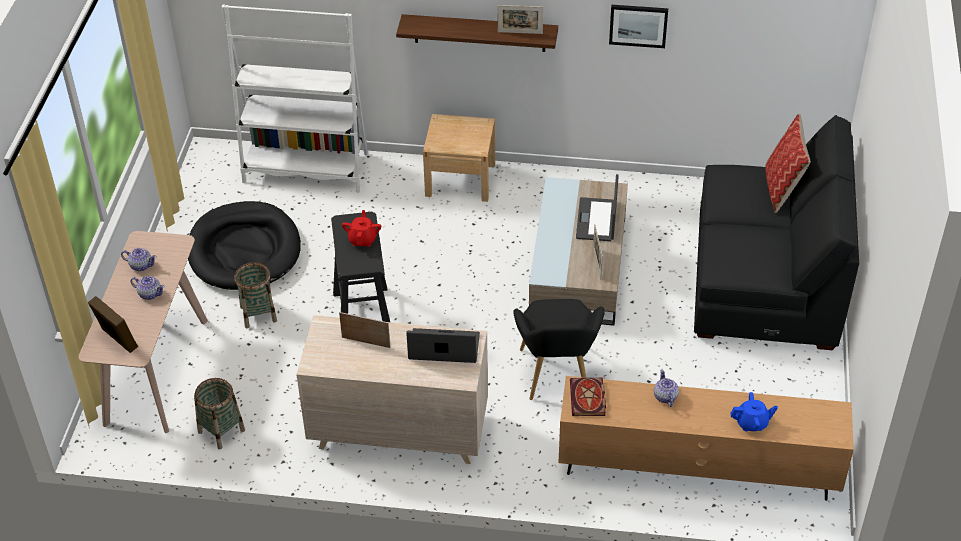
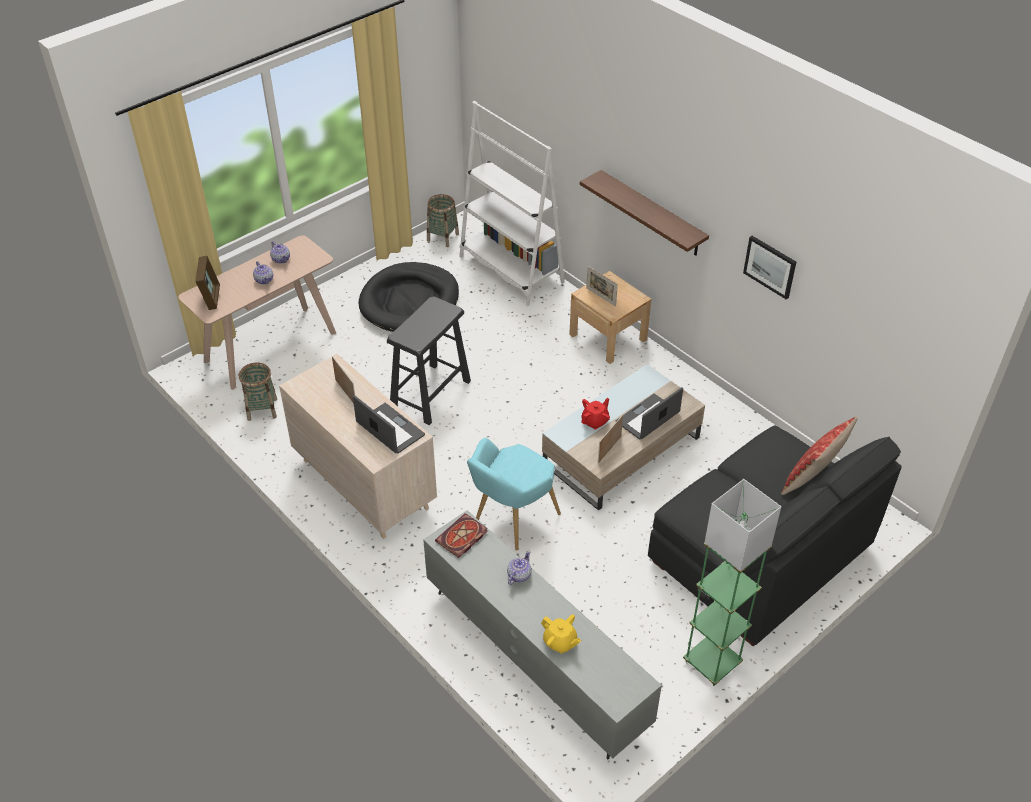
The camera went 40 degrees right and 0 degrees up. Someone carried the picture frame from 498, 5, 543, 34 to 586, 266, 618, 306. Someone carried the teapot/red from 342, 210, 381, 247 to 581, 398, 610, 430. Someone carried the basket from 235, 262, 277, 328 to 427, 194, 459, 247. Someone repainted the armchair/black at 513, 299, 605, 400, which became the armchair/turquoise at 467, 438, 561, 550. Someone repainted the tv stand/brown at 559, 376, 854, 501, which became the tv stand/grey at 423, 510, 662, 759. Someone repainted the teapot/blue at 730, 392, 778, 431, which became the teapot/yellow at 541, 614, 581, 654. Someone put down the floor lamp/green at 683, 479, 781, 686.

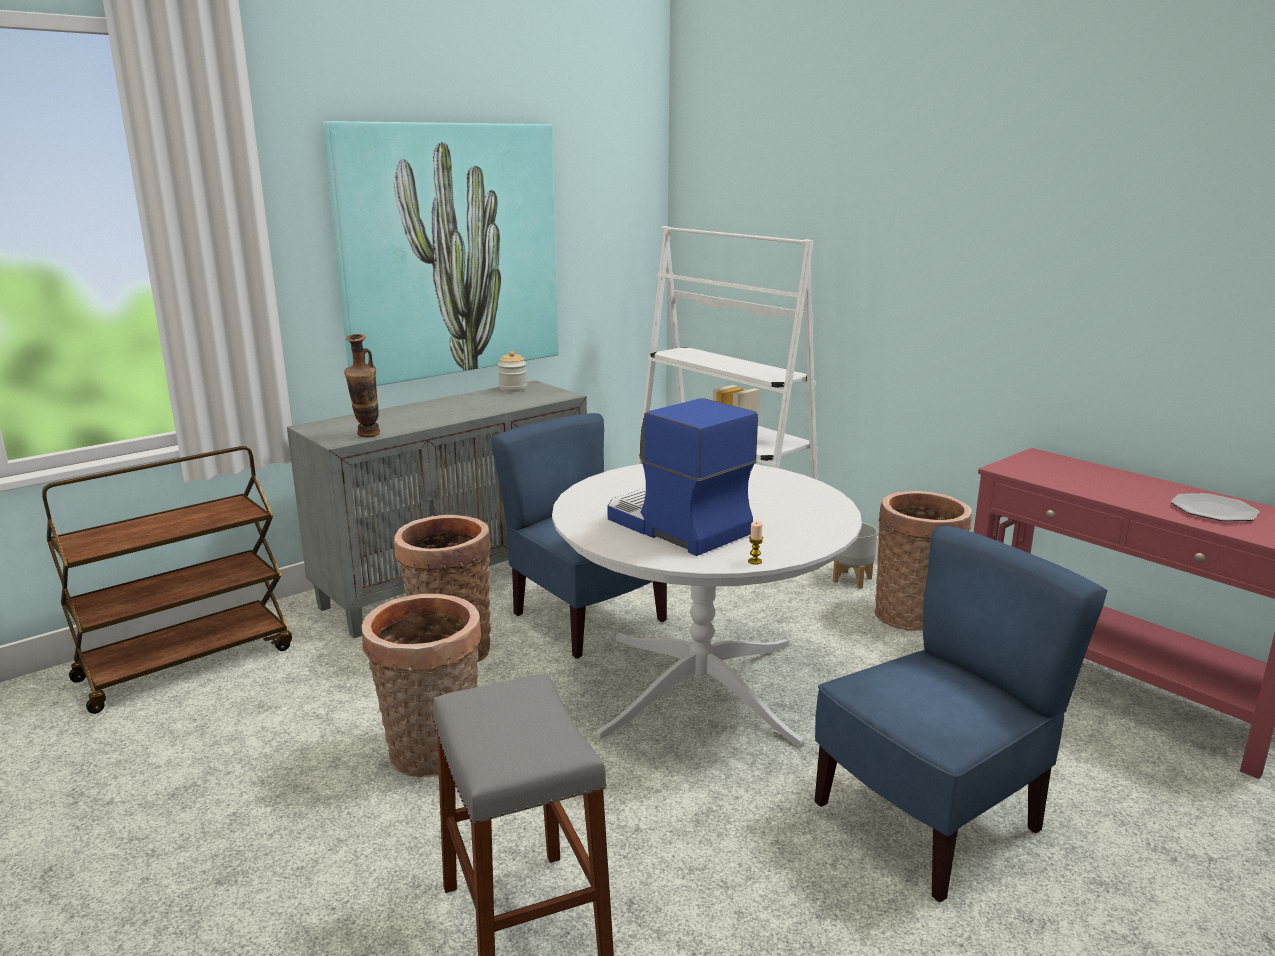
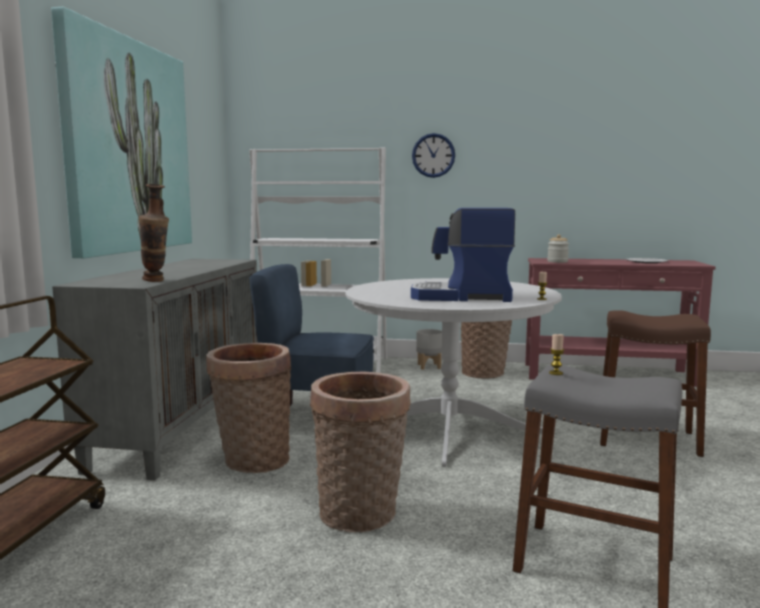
The camera went 40 degrees left and 10 degrees down. Someone carried the jar from 498, 351, 527, 392 to 547, 234, 569, 263. Someone swapped the chair/blue at 815, 525, 1107, 902 for the stool/brown at 600, 310, 711, 457. Someone put up the wall clock at 412, 133, 455, 178. Someone put down the candle at 549, 334, 564, 375.

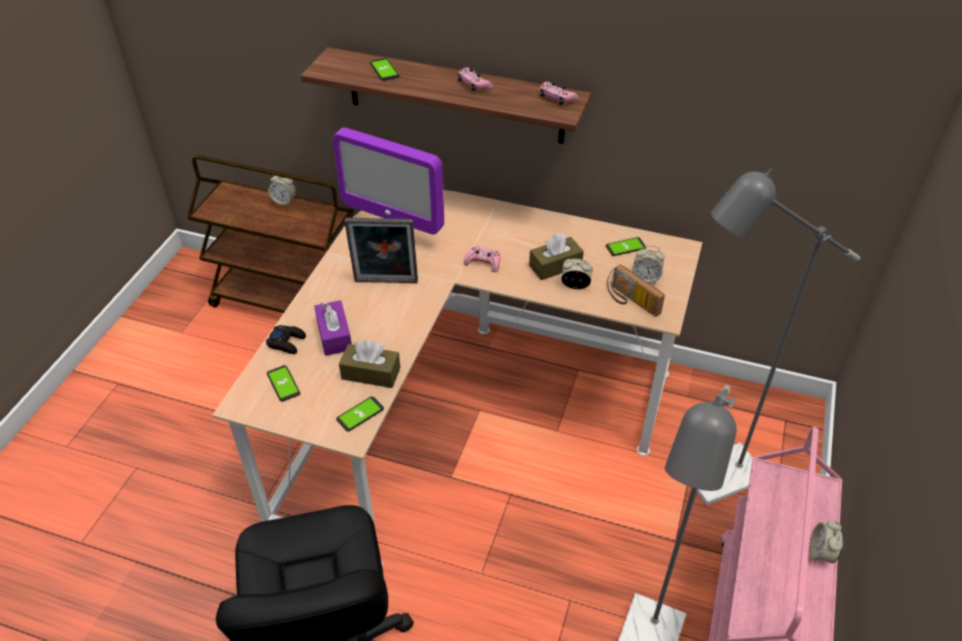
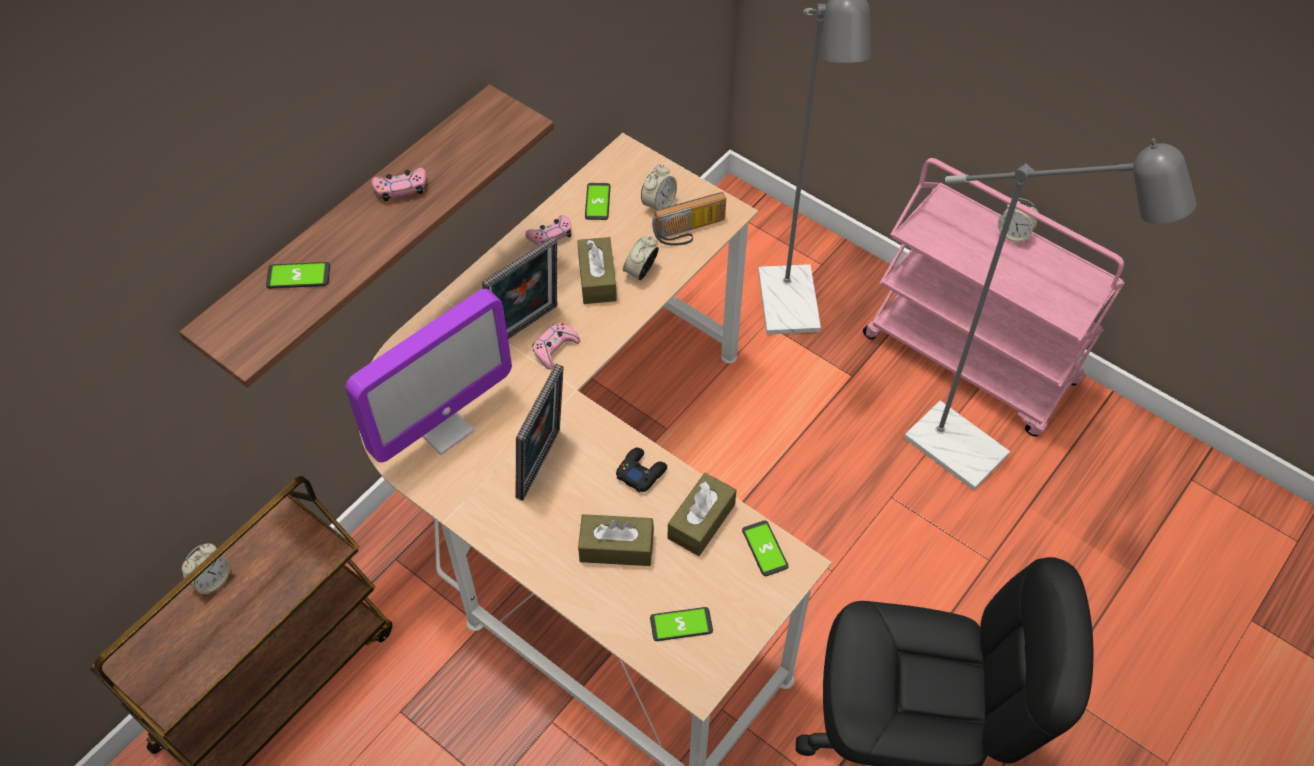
The camera went 70 degrees left and 10 degrees up. Someone carried the game controller/pink from 540, 82, 579, 105 to 525, 215, 572, 246. Someone repainted the tissue box/purple at 314, 300, 352, 356, which became the tissue box/brown at 578, 514, 654, 566. Someone carried the game controller/black from 266, 325, 306, 354 to 616, 448, 667, 492. Someone put down the picture frame at 482, 236, 557, 339.

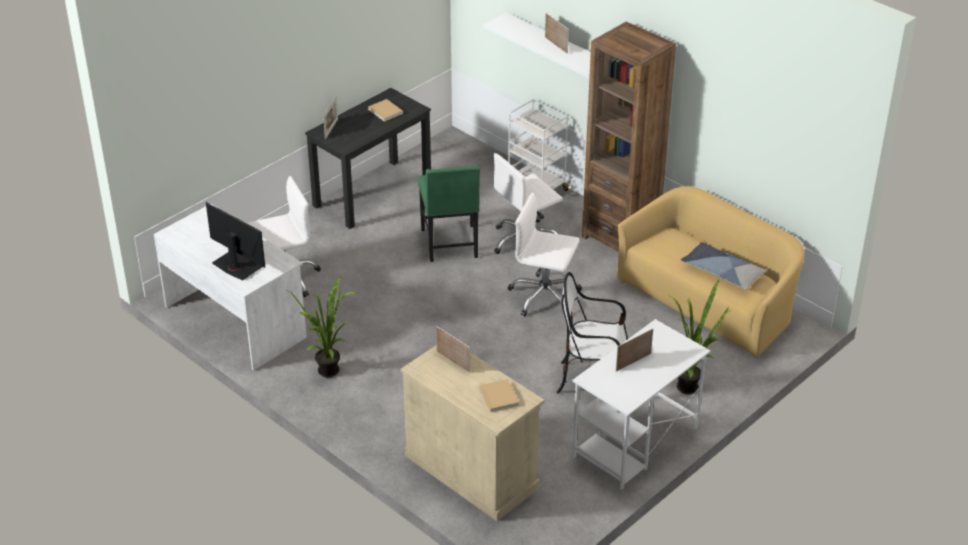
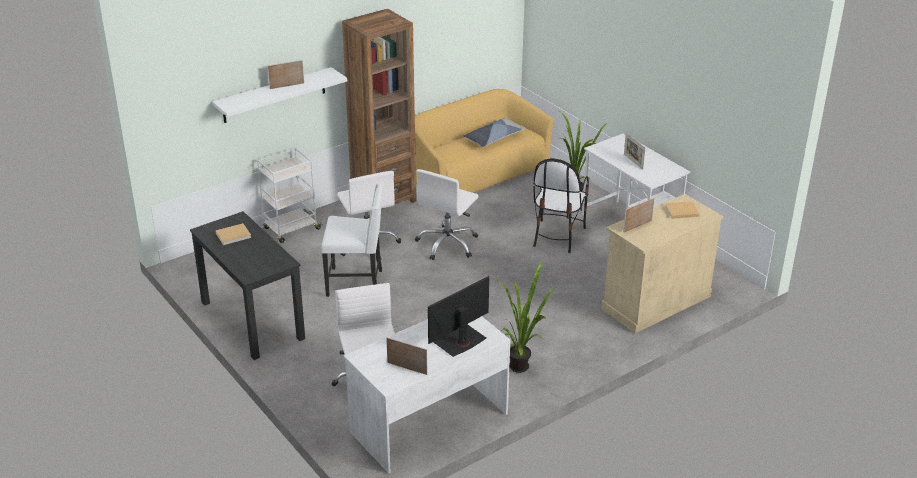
The camera went 80 degrees left and 5 degrees down. Someone carried the picture frame from 323, 96, 338, 139 to 386, 337, 428, 375. Someone repainted the chair/green at 418, 165, 480, 262, which became the chair/white at 321, 182, 383, 297.

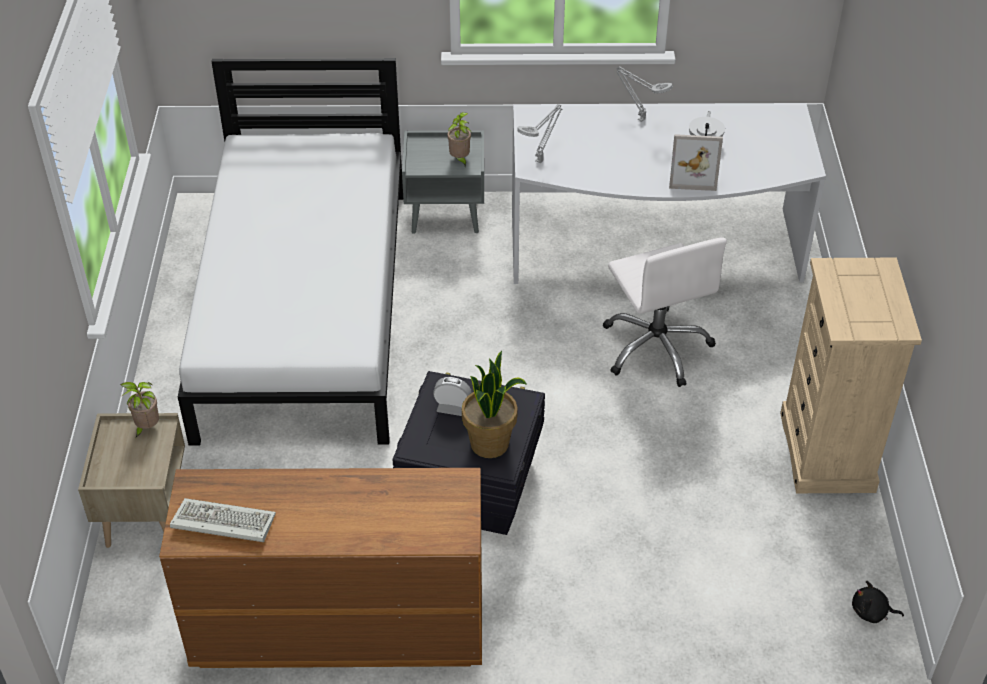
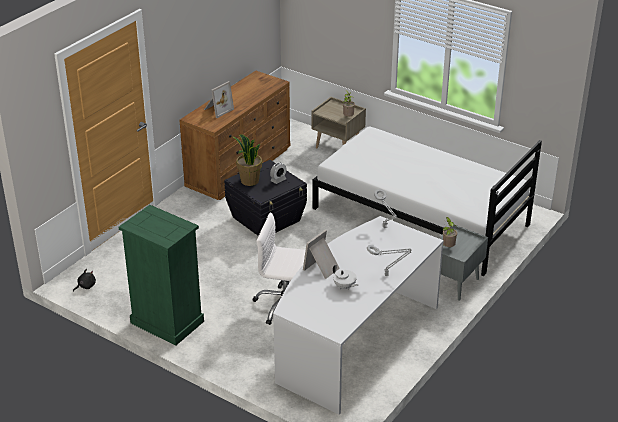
The camera went 125 degrees right and 10 degrees down. Someone repainted the dresser/beige at 780, 258, 922, 493, which became the dresser/green at 119, 205, 204, 346. Someone took away the keyboard at 170, 498, 276, 542. Someone put down the picture frame at 204, 81, 234, 118.

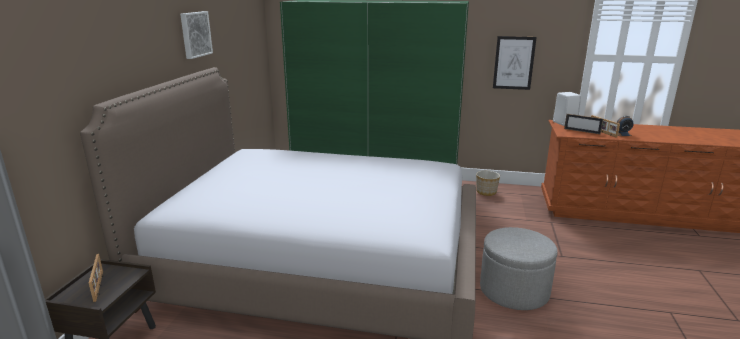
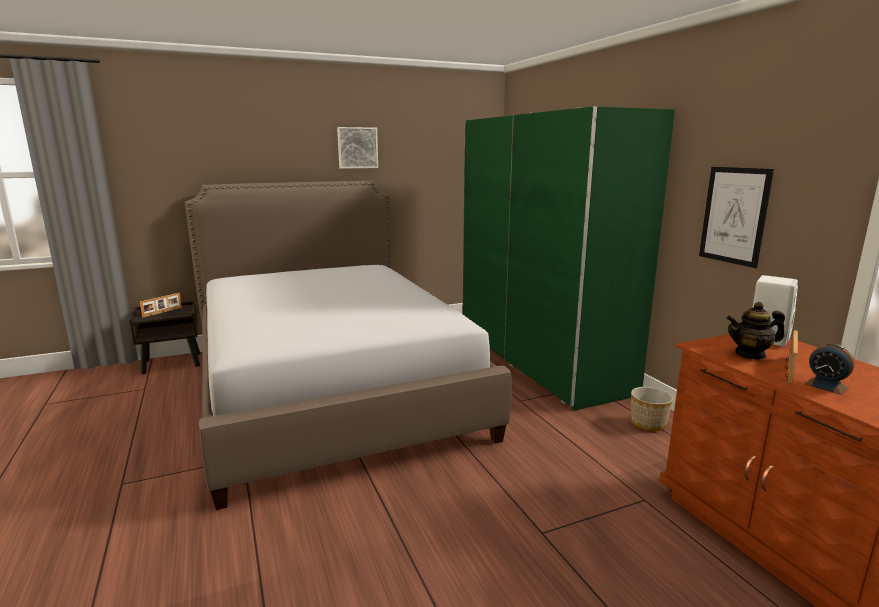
The camera went 55 degrees right and 5 degrees down. Someone swapped the picture frame at 564, 114, 603, 134 for the teapot at 726, 302, 785, 360. Someone took away the ottoman/grey at 480, 227, 558, 310.

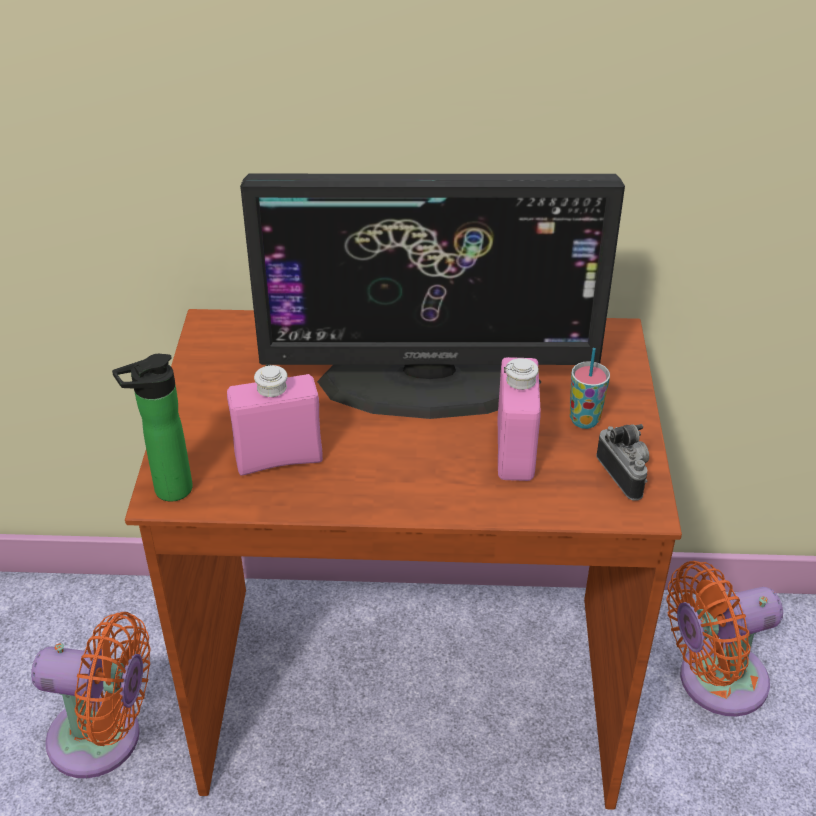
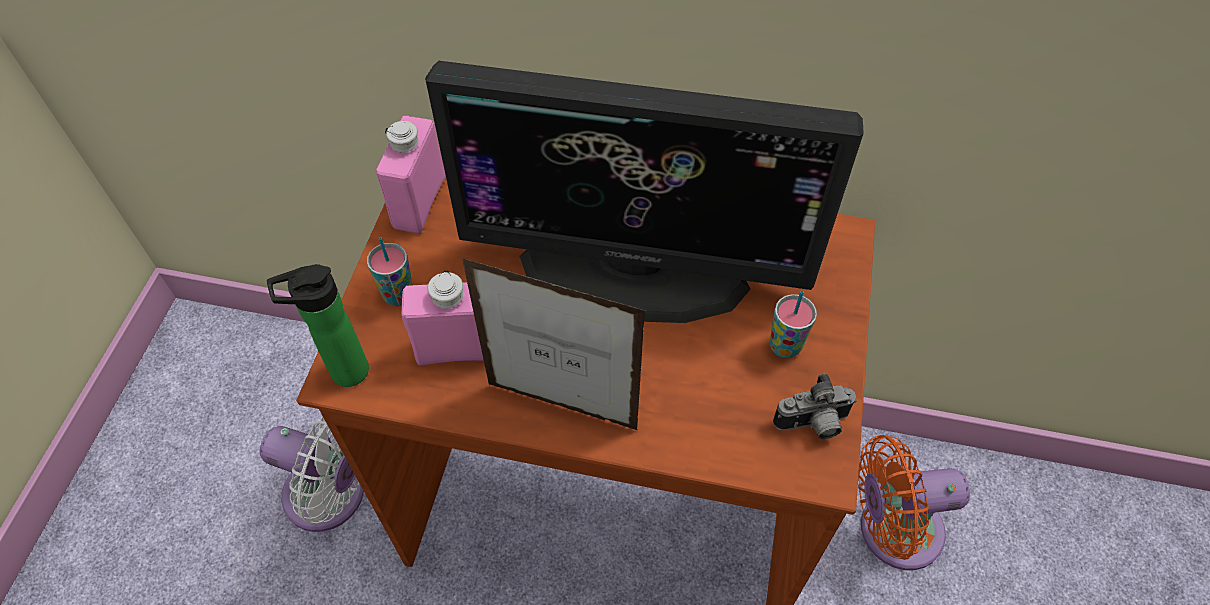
The camera went 10 degrees right and 15 degrees up. Someone carried the bottle/pink from 497, 357, 541, 481 to 376, 116, 446, 233. Someone rotated the photo camera at 596, 424, 649, 501 by 90 degrees clockwise. Someone repainted the fan/orange at 31, 612, 151, 778, which became the fan/white at 260, 416, 364, 532. Someone put down the cup at 367, 237, 413, 306. Someone put down the picture frame at 462, 258, 646, 430.

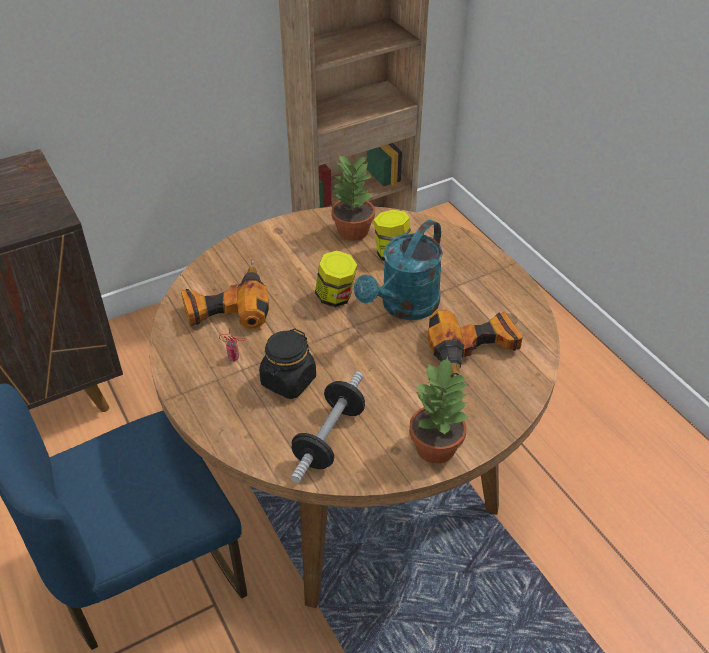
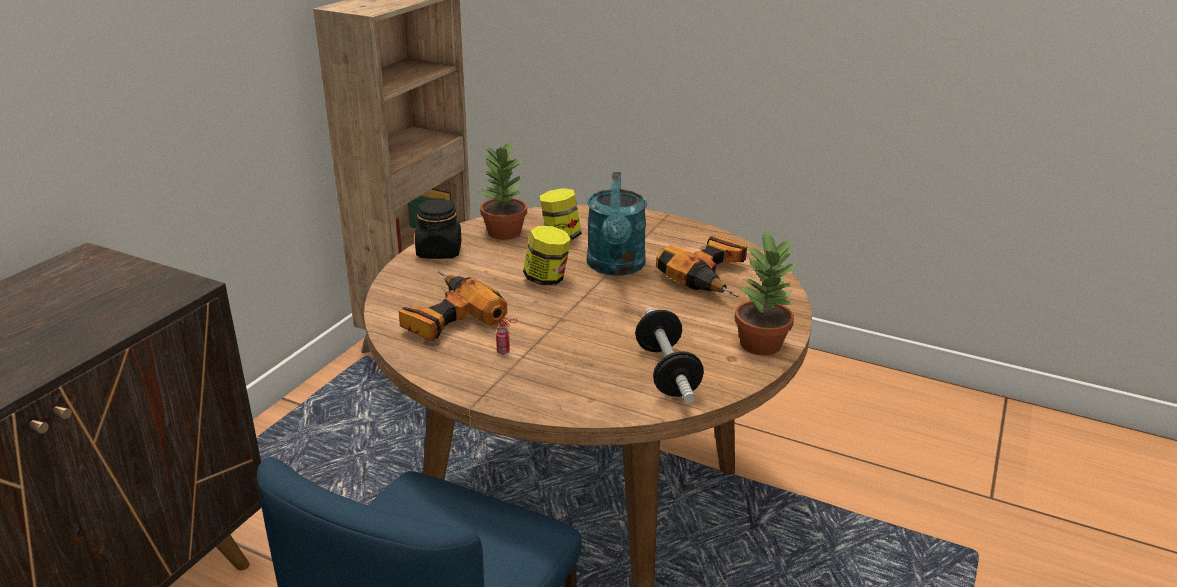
The camera went 35 degrees left and 15 degrees down. Someone carried the jar/black from 259, 328, 316, 399 to 415, 198, 462, 259.

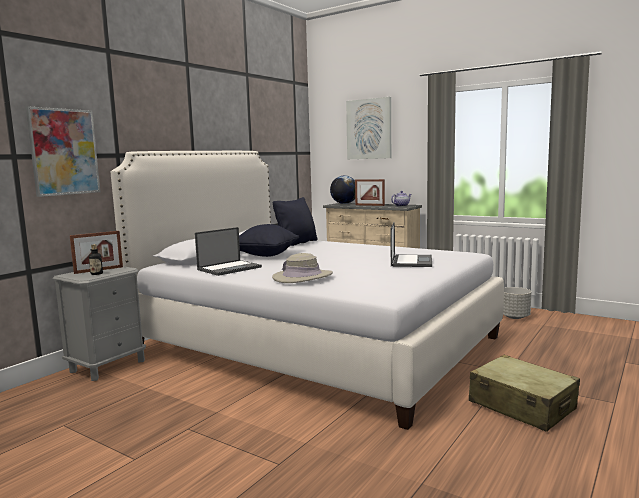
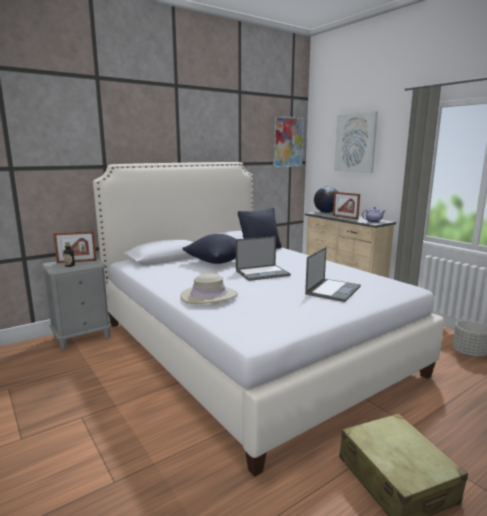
The camera went 20 degrees right and 5 degrees up. Someone carried the picture from 26, 106, 100, 197 to 273, 116, 304, 167. Someone carried the laptop from 195, 227, 262, 276 to 236, 236, 291, 281.

